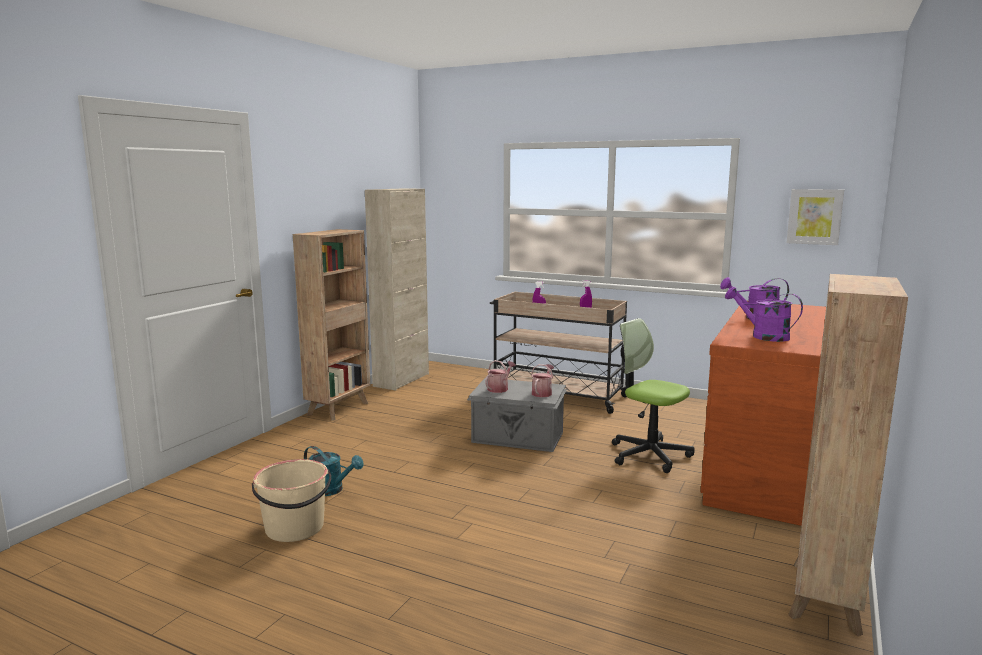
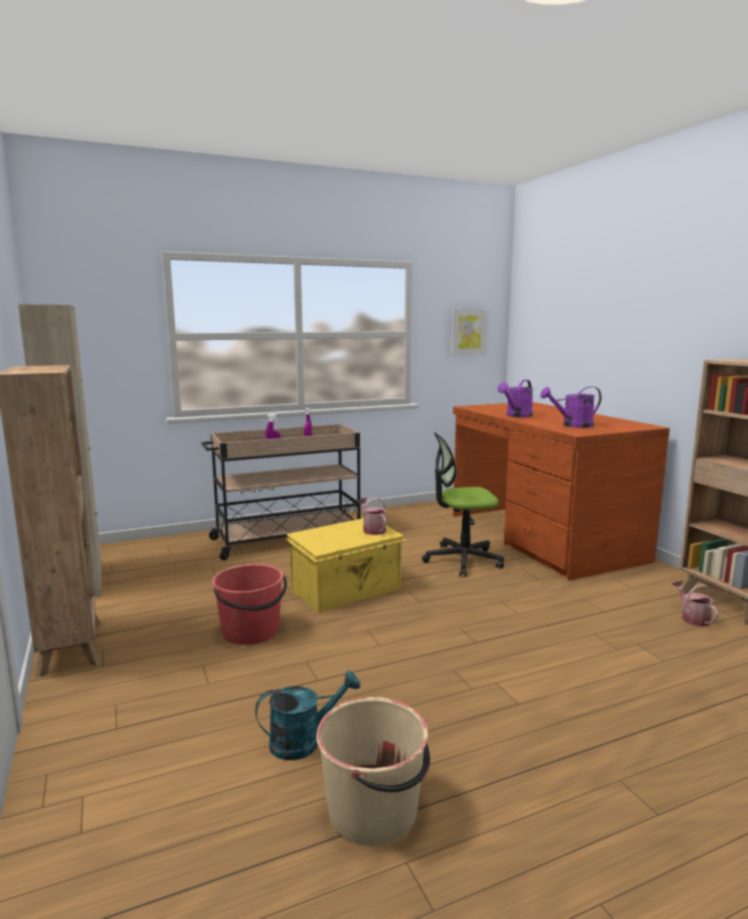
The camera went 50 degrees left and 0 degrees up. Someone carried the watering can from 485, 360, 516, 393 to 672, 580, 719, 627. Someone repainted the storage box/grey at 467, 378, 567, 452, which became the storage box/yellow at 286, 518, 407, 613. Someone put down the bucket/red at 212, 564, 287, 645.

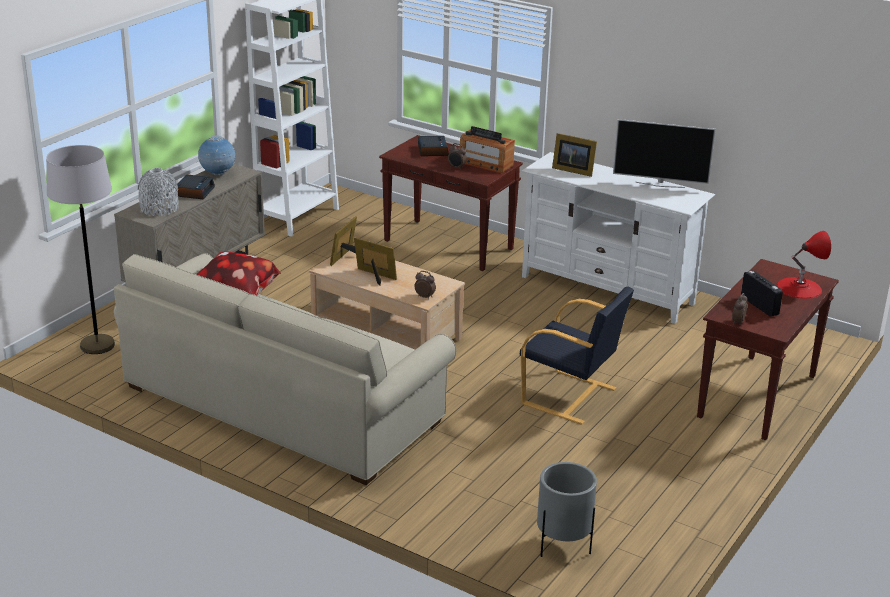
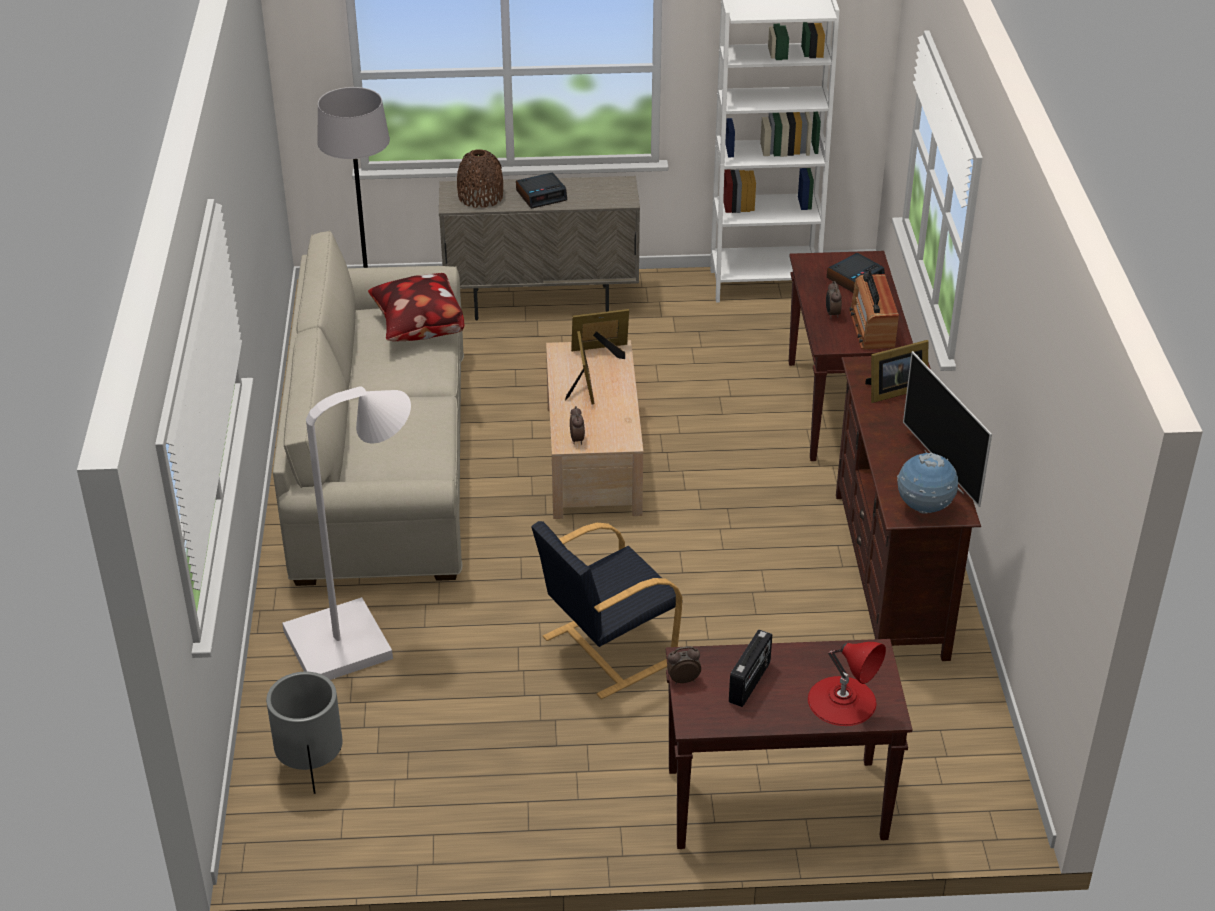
The camera went 55 degrees right and 10 degrees up. Someone rotated the picture frame at 552, 133, 597, 177 by 105 degrees counterclockwise. Someone carried the globe from 198, 135, 235, 176 to 897, 453, 958, 514. Someone repainted the tv stand/white at 522, 152, 715, 324, which became the tv stand/brown at 836, 356, 981, 661. Someone repainted the vase/grey at 138, 168, 178, 216, which became the vase/brown at 457, 149, 503, 208. Someone rotated the armchair/black at 520, 287, 634, 425 by 60 degrees clockwise. Someone put down the floor lamp/white at 282, 386, 411, 680.

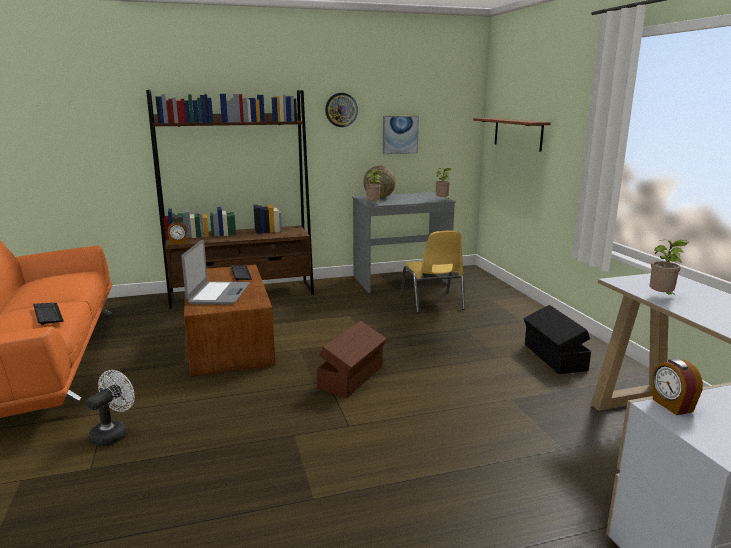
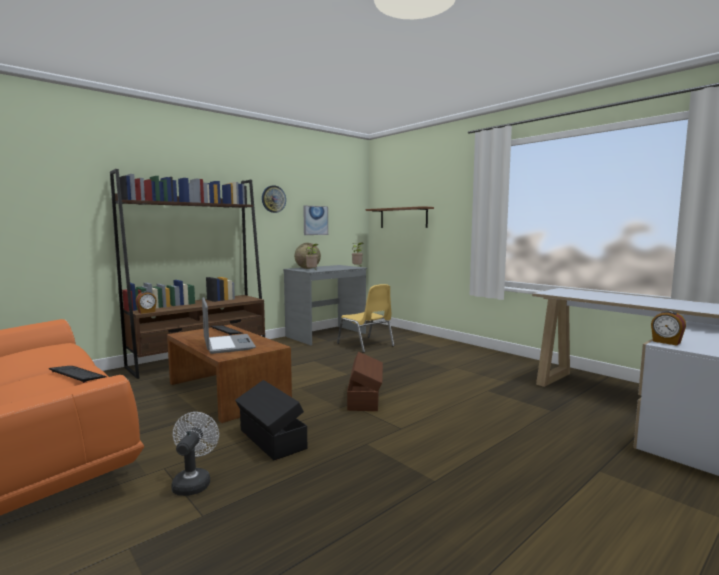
The camera went 25 degrees left and 10 degrees down. Someone took away the potted plant at 650, 240, 689, 295. Someone carried the storage box/black from 523, 305, 591, 374 to 235, 380, 307, 460.

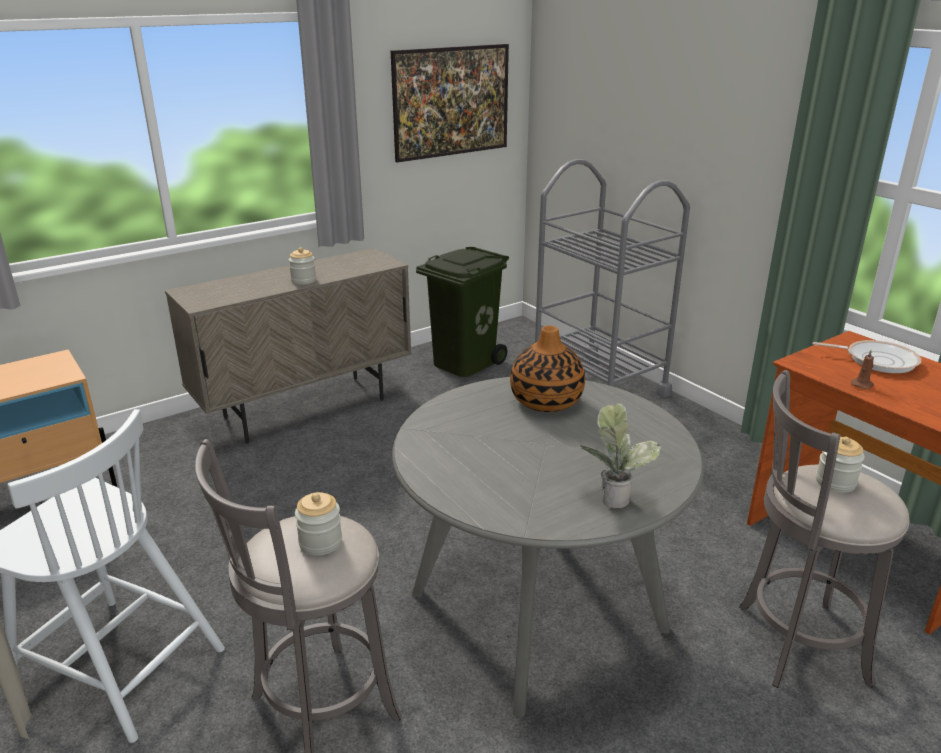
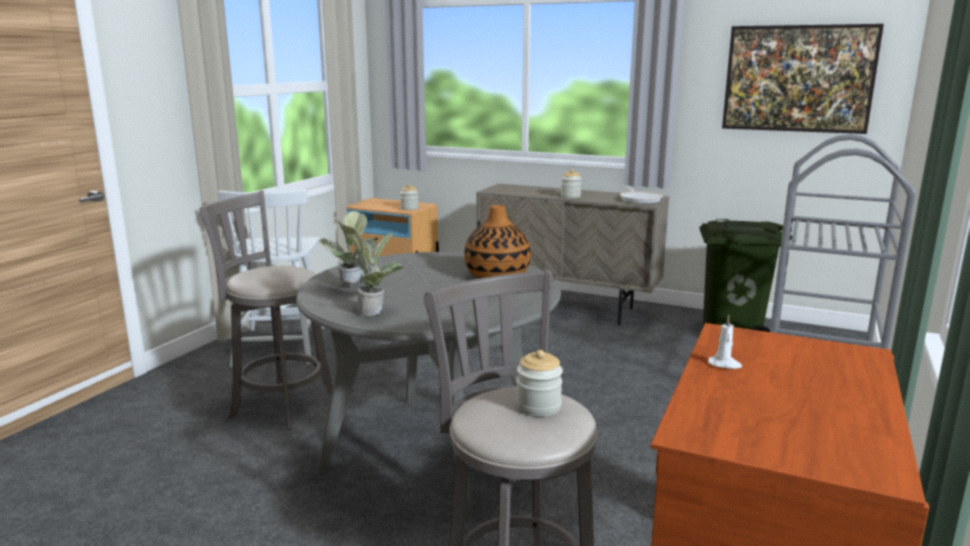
The camera went 60 degrees right and 10 degrees down. Someone carried the frying pan from 812, 340, 921, 373 to 620, 186, 663, 204. Someone repainted the candle/brown at 851, 350, 874, 389, which became the candle/white at 708, 315, 742, 369. Someone carried the jar from 295, 492, 342, 556 to 400, 184, 419, 210. Someone put down the potted plant at 318, 211, 377, 285.

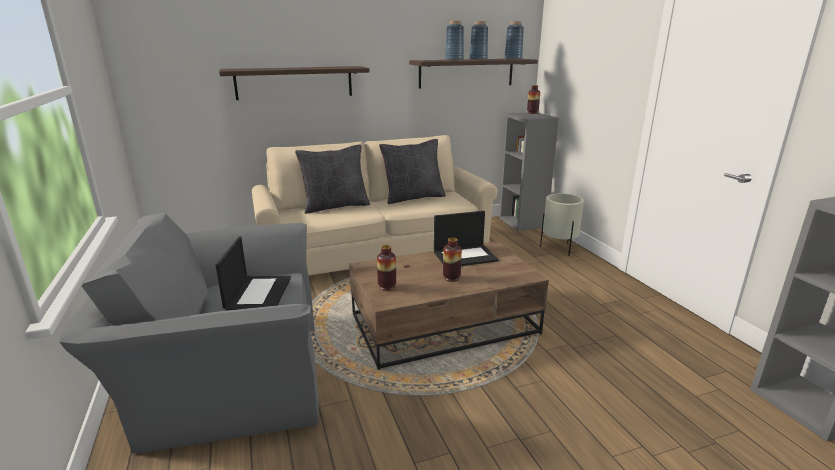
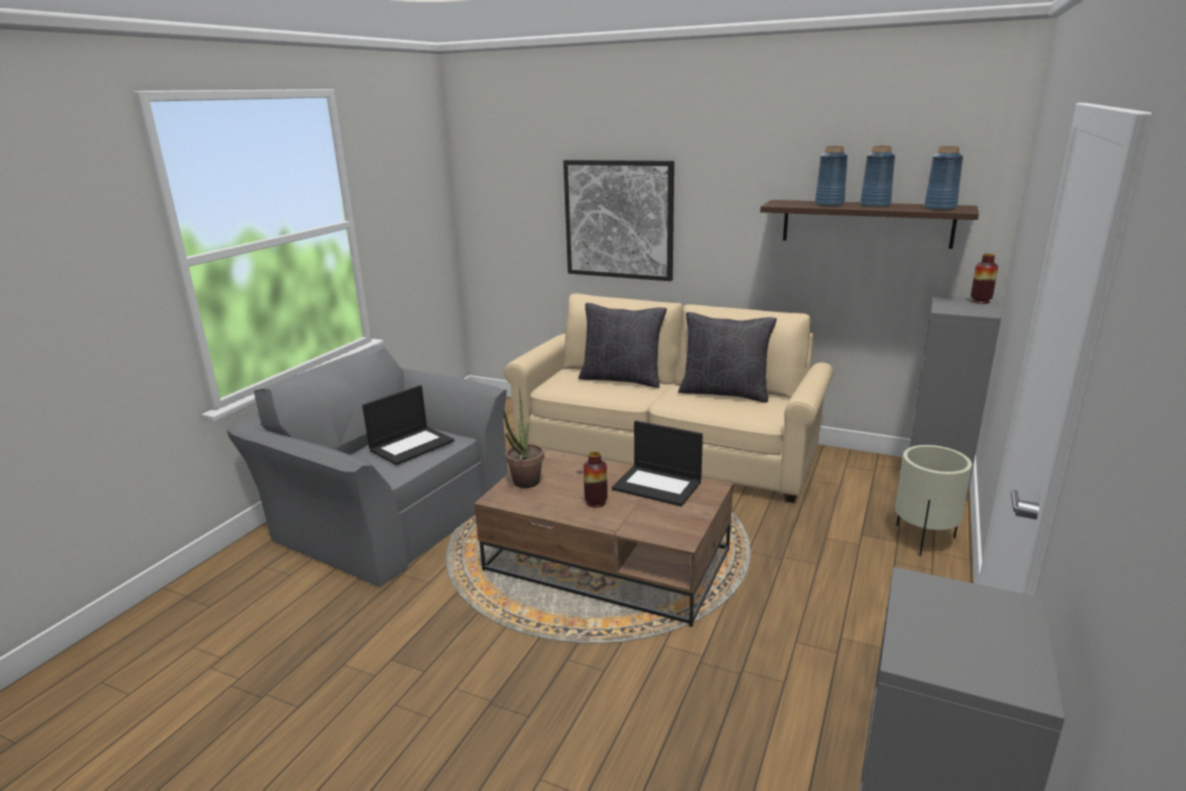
The camera went 45 degrees right and 0 degrees up. Someone swapped the shelf at 219, 66, 369, 100 for the picture at 563, 160, 674, 281. Someone swapped the vase at 377, 245, 396, 291 for the potted plant at 503, 387, 544, 488.

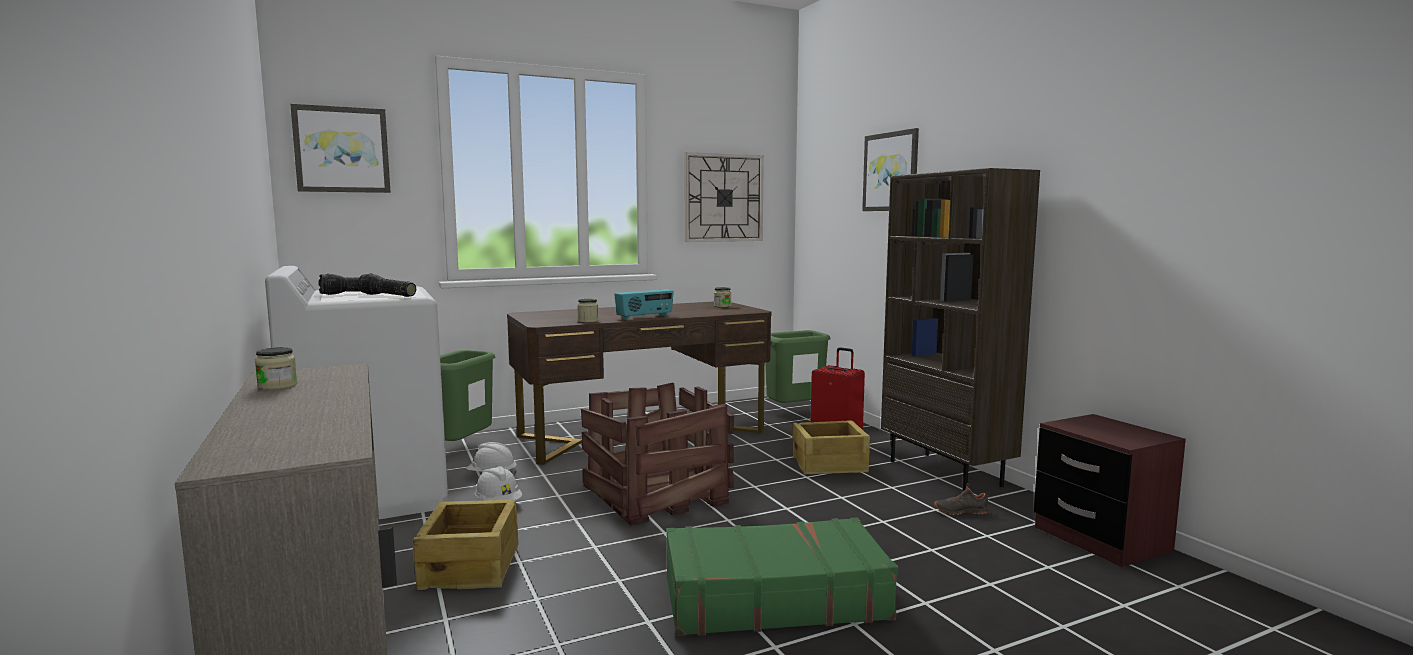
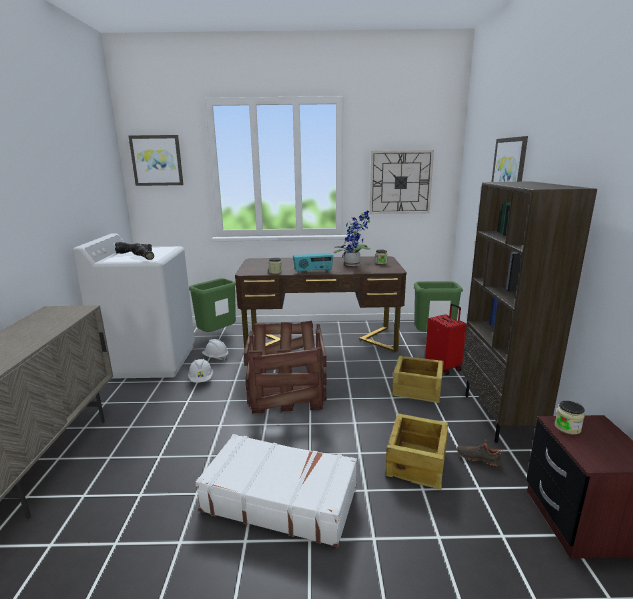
The camera went 25 degrees right and 10 degrees up. Someone carried the jar from 255, 347, 297, 390 to 554, 401, 585, 435. Someone carried the crate from 413, 499, 519, 590 to 386, 413, 448, 490. Someone repainted the suitcase/green at 666, 518, 898, 636, which became the suitcase/white at 195, 434, 357, 548. Someone put down the potted plant at 334, 211, 371, 266.

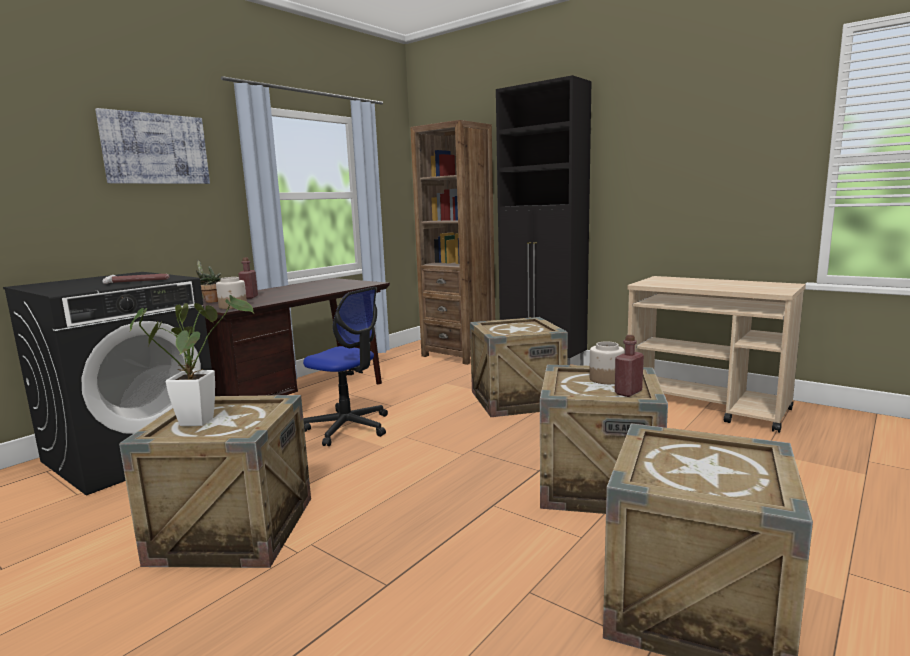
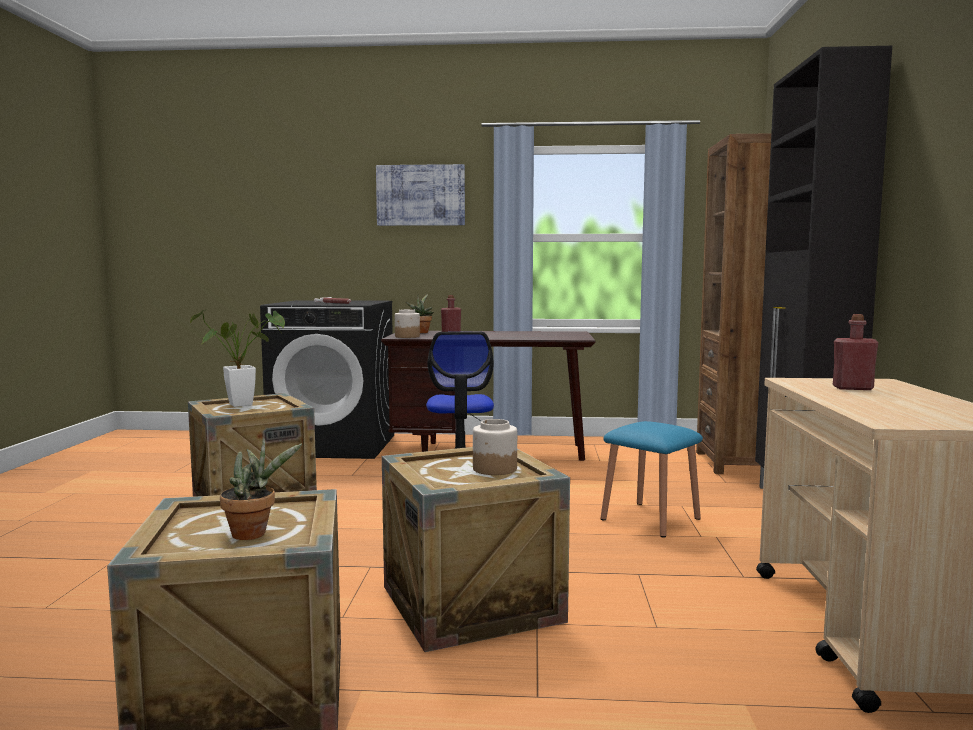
The camera went 55 degrees right and 5 degrees down. Someone swapped the crate at 470, 317, 568, 417 for the stool/blue at 601, 421, 703, 538. Someone carried the bottle/red from 615, 335, 644, 397 to 833, 314, 879, 390. Someone put down the potted plant at 220, 438, 302, 540.

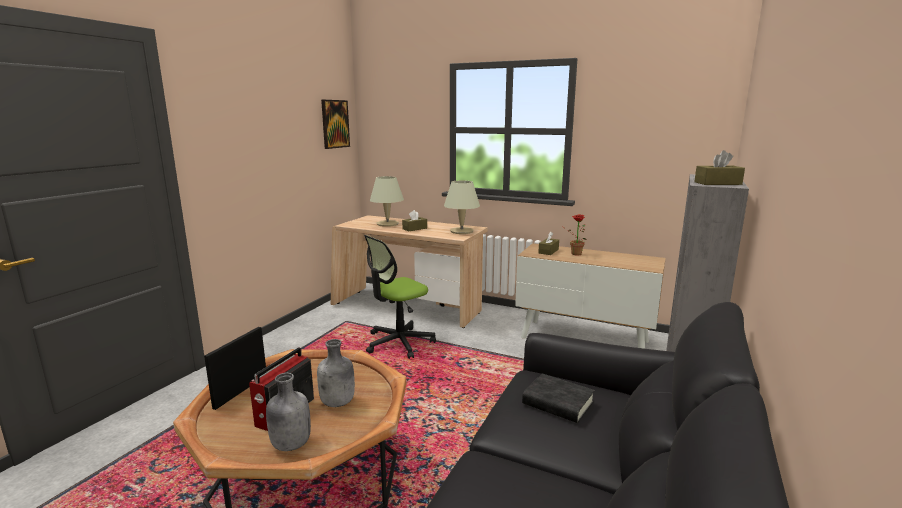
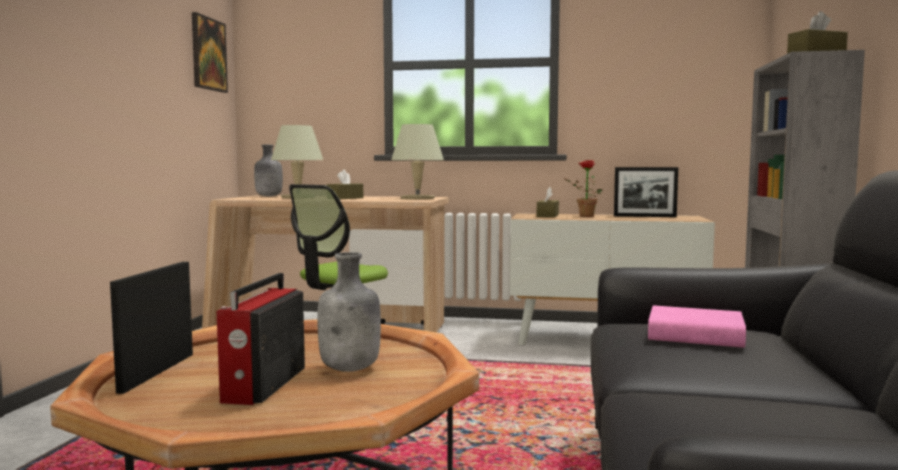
The camera went 15 degrees left and 10 degrees down. Someone carried the bottle/grey from 266, 373, 311, 451 to 254, 145, 283, 196. Someone repainted the book/black at 522, 373, 595, 423, which became the book/pink at 648, 305, 746, 348. Someone put down the picture frame at 614, 167, 678, 217.

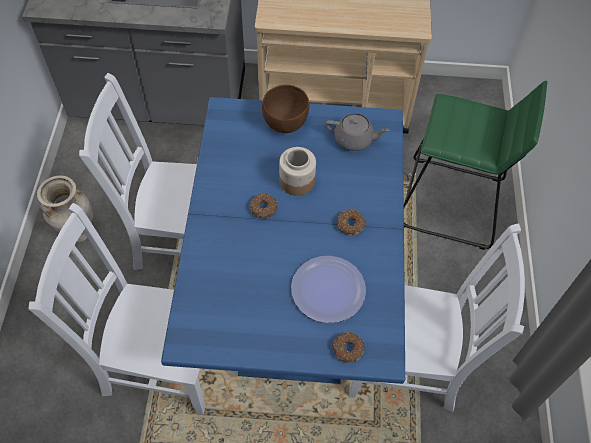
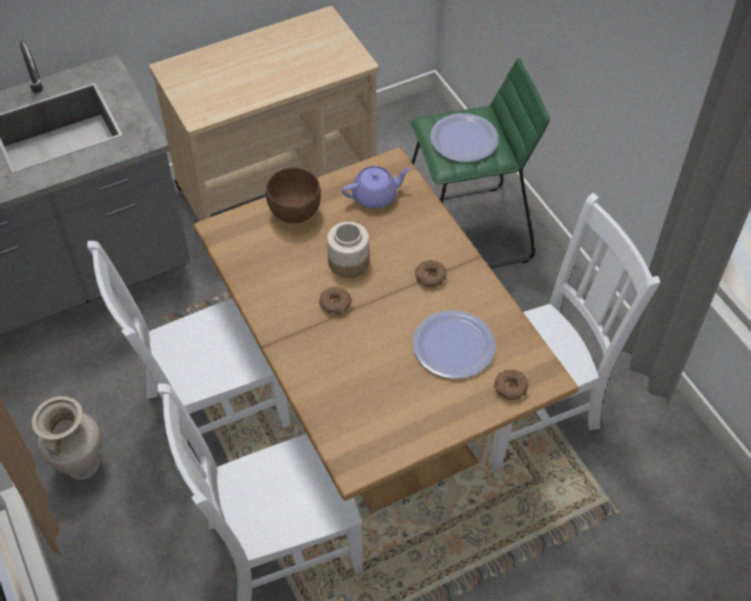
The camera went 30 degrees left and 5 degrees down. Someone repainted the dining table/blue at 161, 97, 405, 384, which became the dining table/brown at 194, 147, 578, 513. Someone repainted the teapot/grey at 326, 113, 389, 151, which became the teapot/purple at 342, 166, 411, 209. Someone put down the plate at 430, 113, 499, 162.

